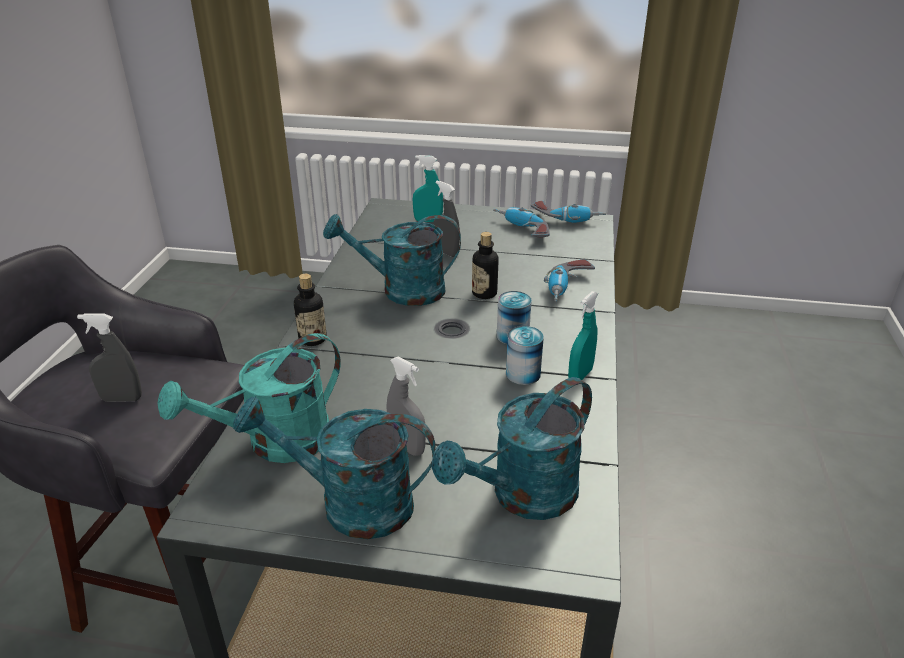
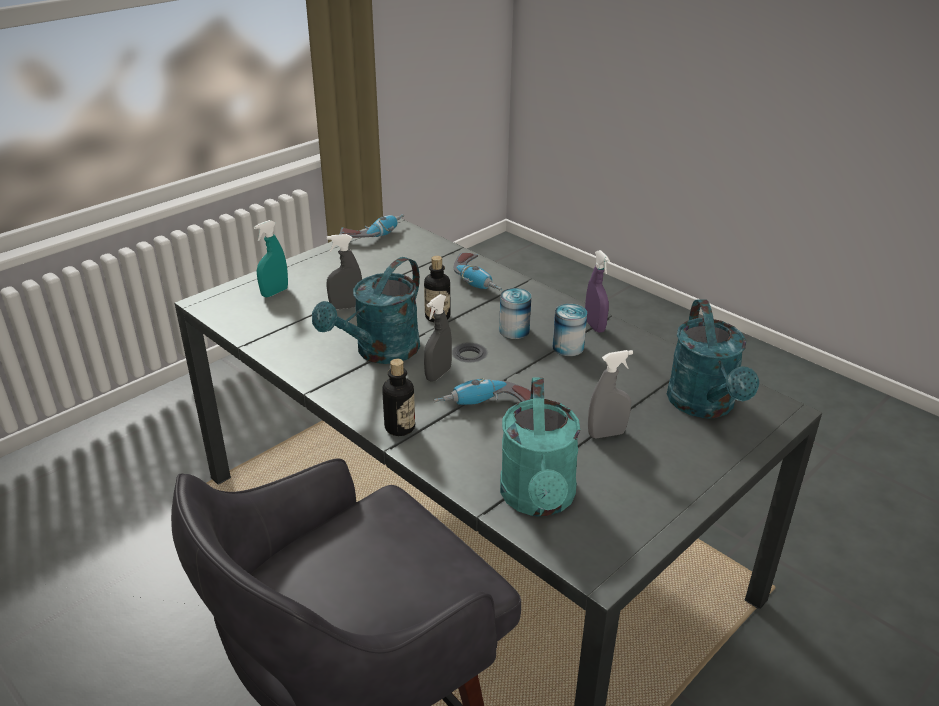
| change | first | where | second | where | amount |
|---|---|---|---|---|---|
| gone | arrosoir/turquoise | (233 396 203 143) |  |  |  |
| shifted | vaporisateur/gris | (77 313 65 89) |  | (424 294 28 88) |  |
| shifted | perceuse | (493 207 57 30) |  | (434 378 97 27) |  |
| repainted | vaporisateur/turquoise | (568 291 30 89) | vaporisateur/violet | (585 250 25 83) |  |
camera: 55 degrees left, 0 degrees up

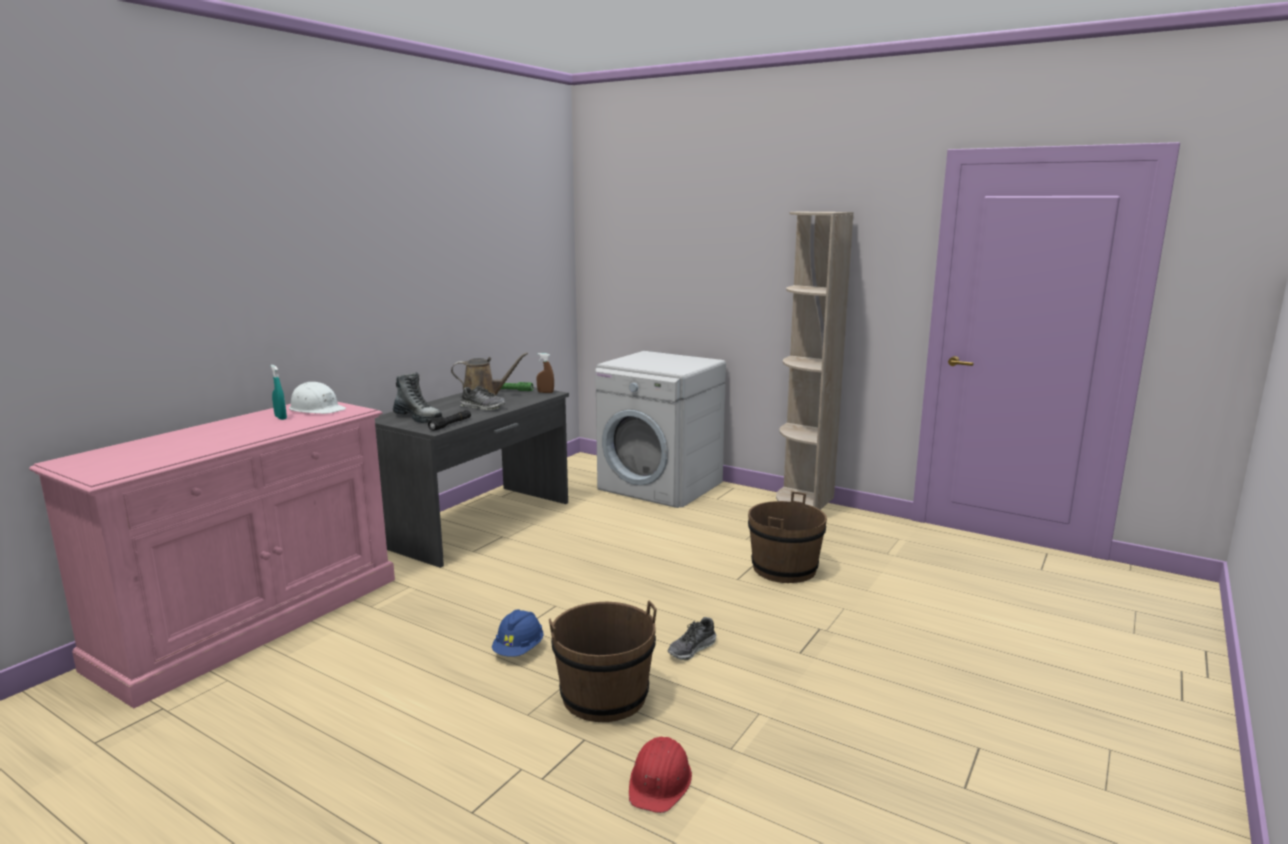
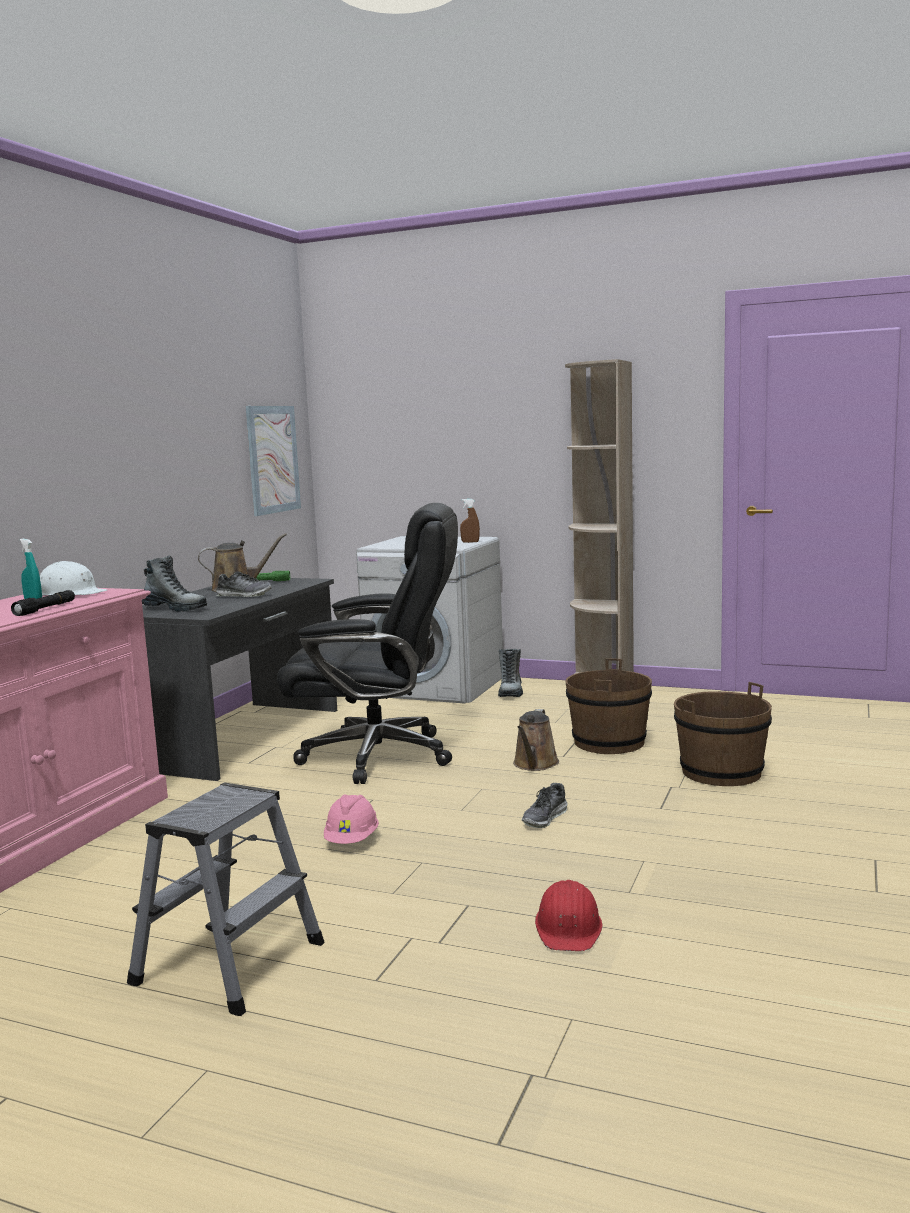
| change | first | where | second | where | amount |
|---|---|---|---|---|---|
| new |  |  | escabeau/gris | (127 782 197 234) |  |
| new |  |  | tableau | (246 406 55 110) |  |
| new |  |  | chaise de bureau/noir | (277 503 181 281) |  |
| new |  |  | botte | (498 649 25 48) |  |
| new |  |  | arrosoir/marron | (513 709 46 62) |  |
| shifted | lampe de poche/noir | (428 410 43 21) |  | (11 590 64 26) |  |
| shifted | vaporisateur/marron | (536 353 18 40) |  | (460 499 20 44) |  |
| shifted | seau/marron | (549 600 108 122) |  | (674 682 98 104) |  |
| repainted | casque de chantier/bleu | (492 609 52 48) | casque de chantier/rose | (324 794 55 50) |  |
camera: 10 degrees left, 5 degrees down

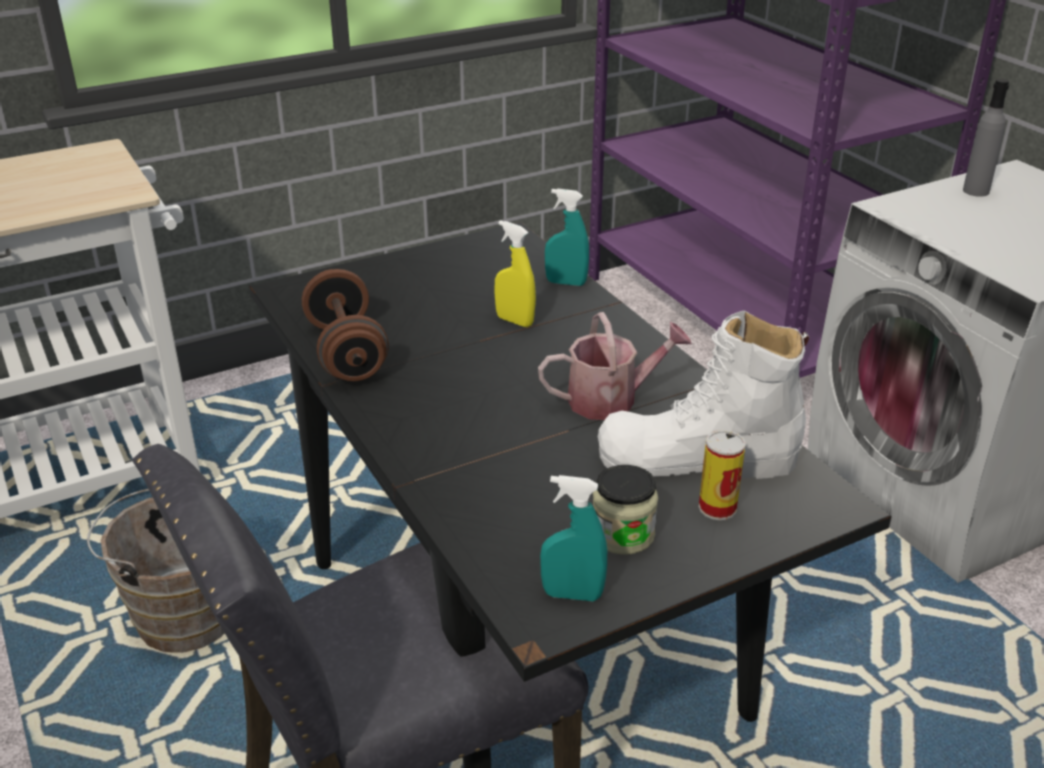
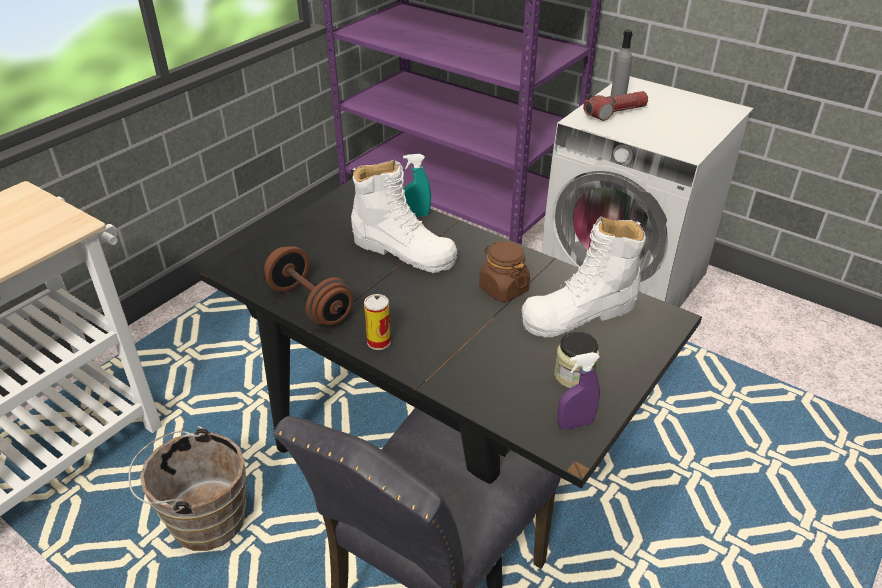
| change | first | where | second | where | amount |
|---|---|---|---|---|---|
| new |  |  | lampe de poche | (583 91 65 30) |  |
| shifted | boîte métallique | (699 430 47 90) |  | (364 294 27 56) |  |
| swapped | vaporisateur/jaune | (494 220 42 107) | botte/blanc | (351 160 106 113) |  |
| swapped | arrosoir | (538 312 154 108) | bocal/marron | (479 241 51 61) |  |
| repainted | vaporisateur/turquoise | (540 475 67 126) | vaporisateur/violet | (557 352 43 78) |  |
camera: 25 degrees left, 5 degrees up

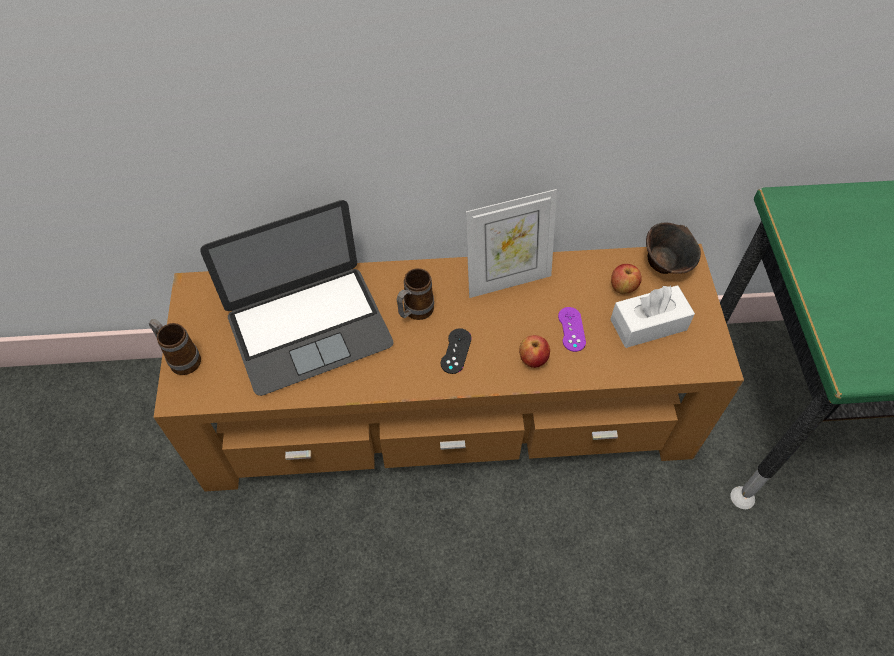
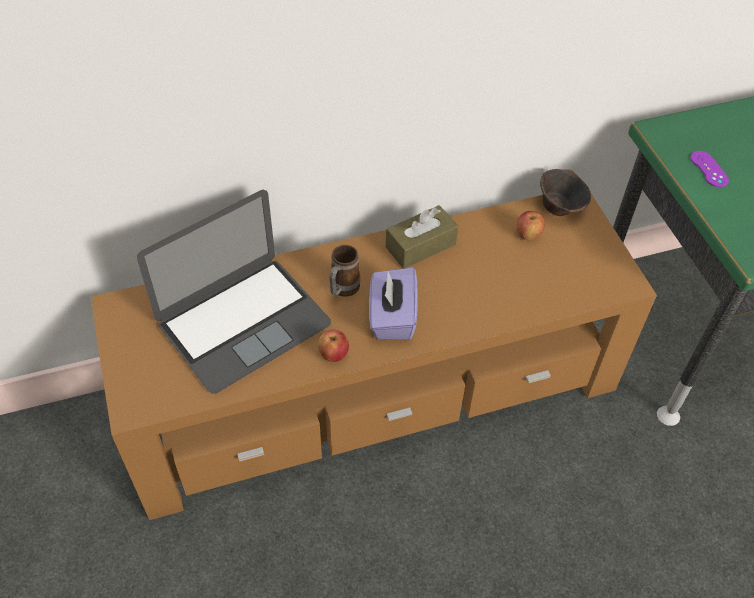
| change | first | where | second | where | amount |
|---|---|---|---|---|---|
| gone | mug | (149 319 52 56) |  |  |  |
| gone | boîte à mouchoirs/blanc | (610 285 85 63) |  |  |  |
| shifted | pomme | (519 335 31 33) |  | (318 330 31 32) |  |
| shifted | manette/violet | (558 307 28 45) |  | (690 151 39 36) |  |
| swapped | manette/noir | (441 328 31 46) | boîte à mouchoirs/violet | (369 267 49 73) |  |
| swapped | cadre photo | (466 189 91 109) | boîte à mouchoirs/marron | (386 205 72 64) |  |
camera: 15 degrees left, 5 degrees down

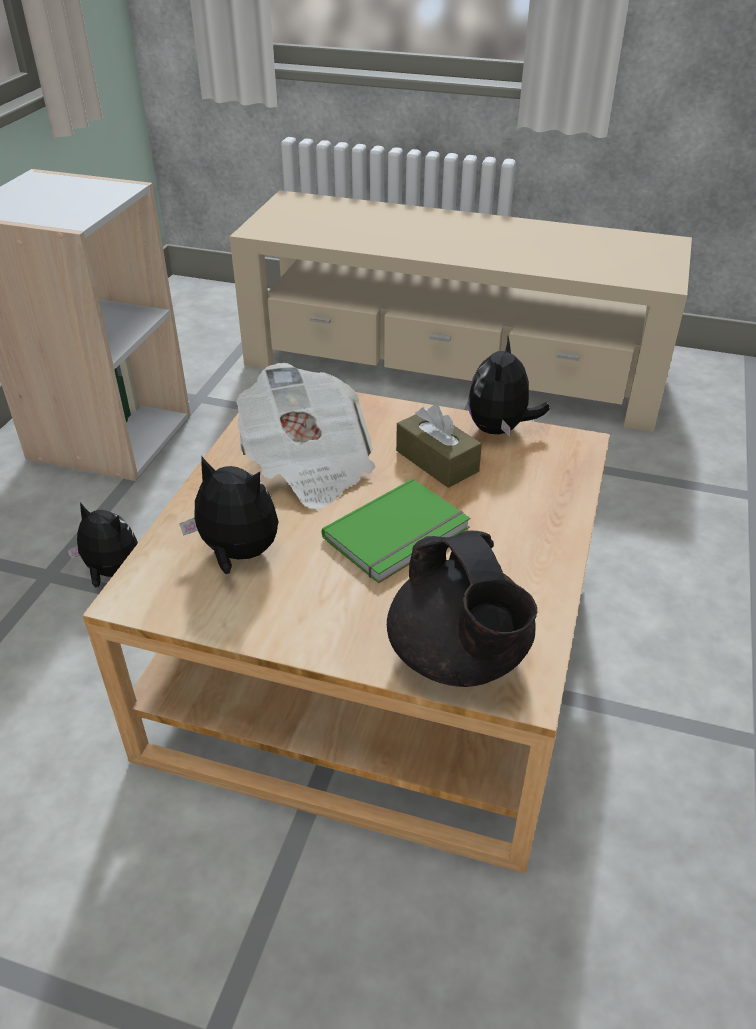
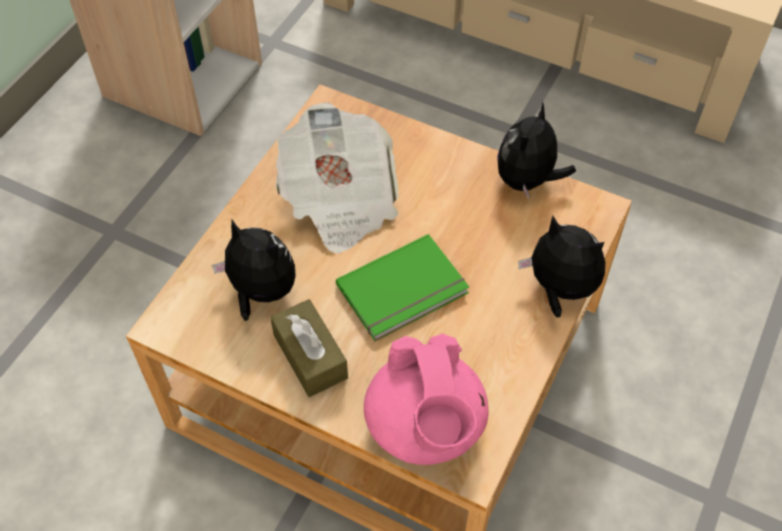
| change | first | where | second | where | amount |
|---|---|---|---|---|---|
| shifted | peluche | (67 502 71 86) |  | (518 216 87 102) |  |
| shifted | boîte à mouchoirs/marron | (396 404 86 84) |  | (270 299 78 98) |  |
| repainted | théière/noir | (387 530 150 157) | théière/rose | (364 333 125 132) |  |
camera: 10 degrees right, 15 degrees up

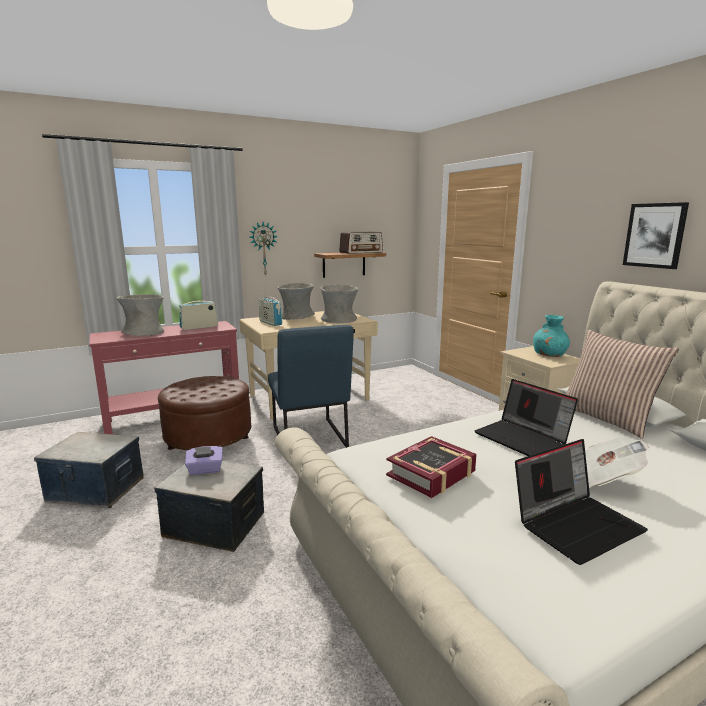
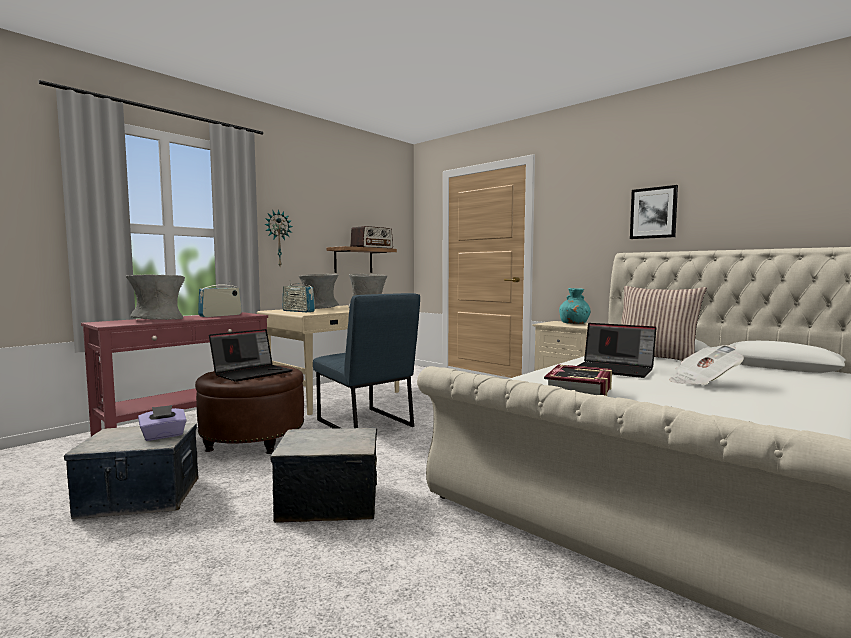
| change | first | where | second | where | amount |
|---|---|---|---|---|---|
| shifted | boîte à mouchoirs/violet | (185 446 38 29) |  | (138 405 49 36) |  |
| shifted | ordinateur portable | (515 439 133 126) |  | (209 329 83 53) |  |
camera: 20 degrees left, 10 degrees down

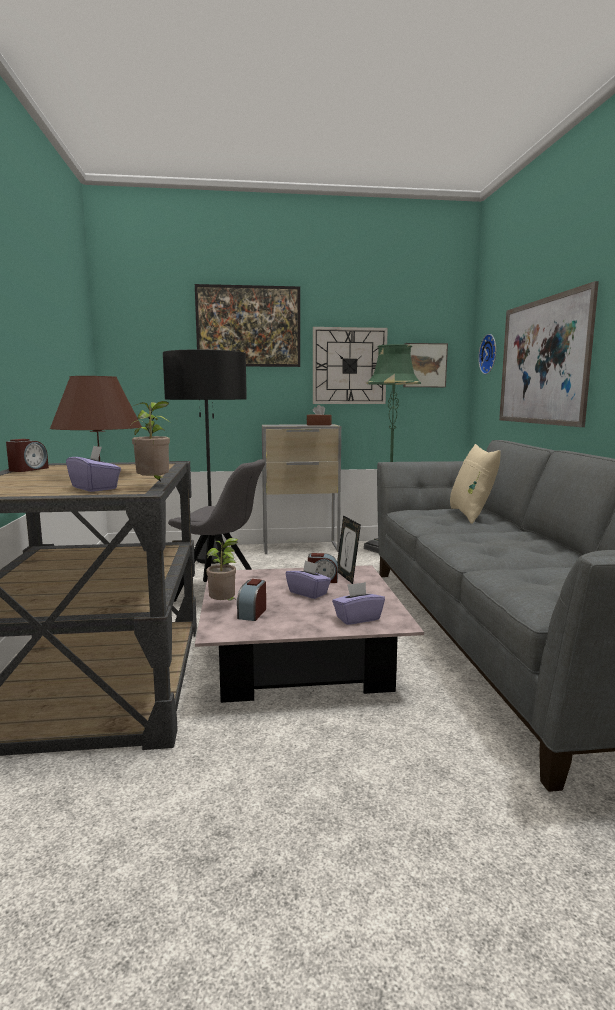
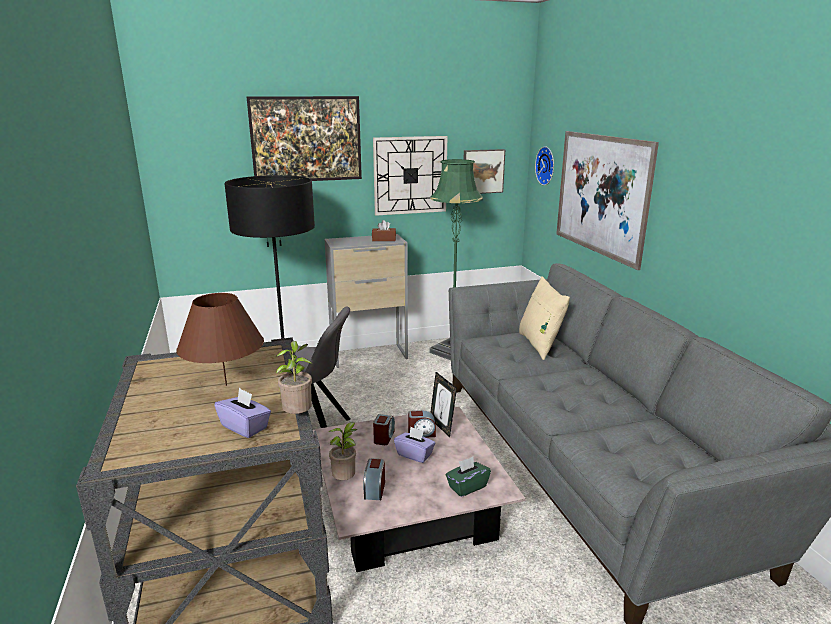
| change | first | where | second | where | amount |
|---|---|---|---|---|---|
| shifted | réveil | (6 439 43 33) |  | (373 414 22 31) |  |
| repainted | boîte à mouchoirs/violet | (332 582 53 43) | boîte à mouchoirs/vert | (446 457 45 40) |  |
camera: 10 degrees left, 10 degrees up

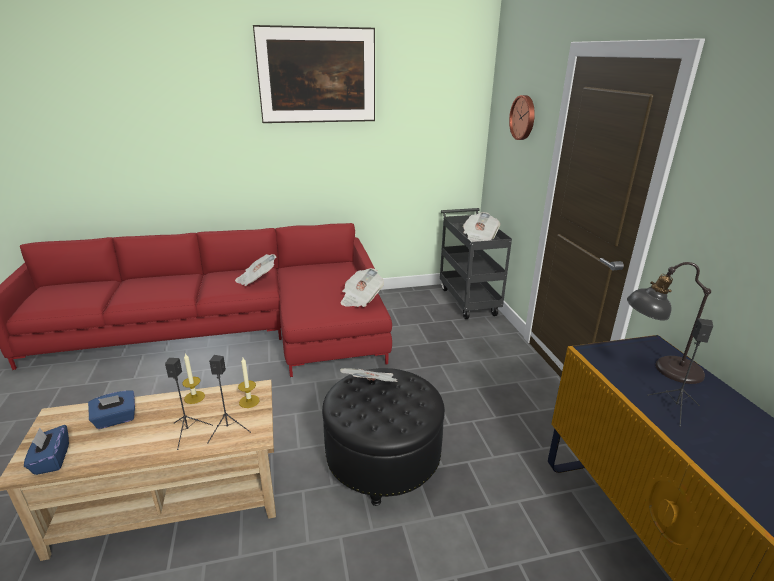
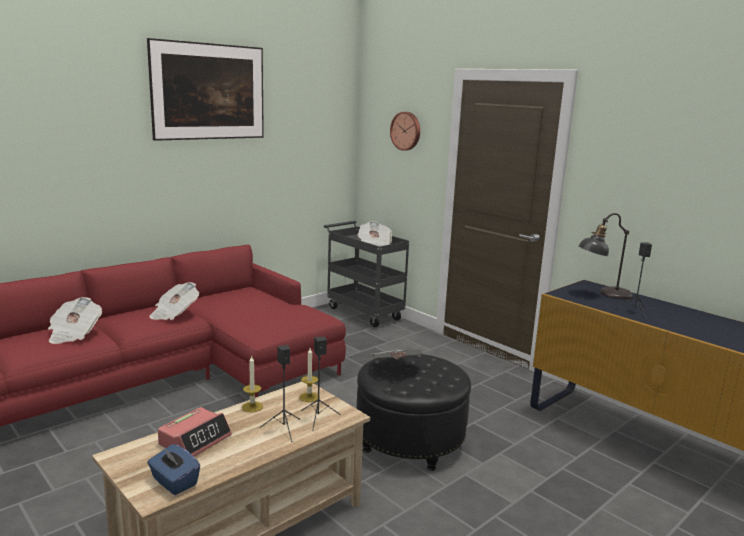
| change | first | where | second | where | amount |
|---|---|---|---|---|---|
| shifted | journal | (341 268 43 39) |  | (48 297 54 47) |  |
| swapped | boîte à mouchoirs/bleu | (88 391 47 38) | réveil | (158 407 74 49) |  |
camera: 30 degrees left, 10 degrees down

